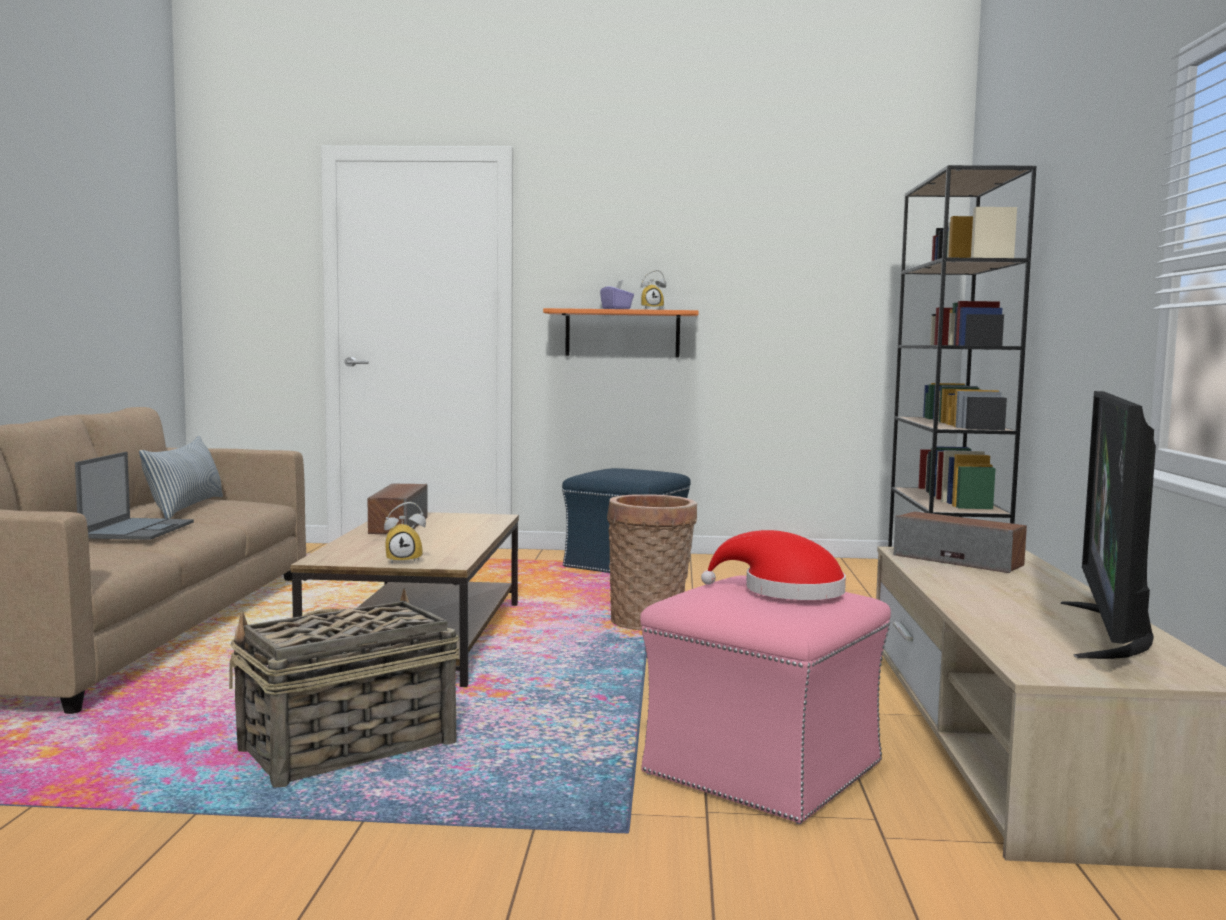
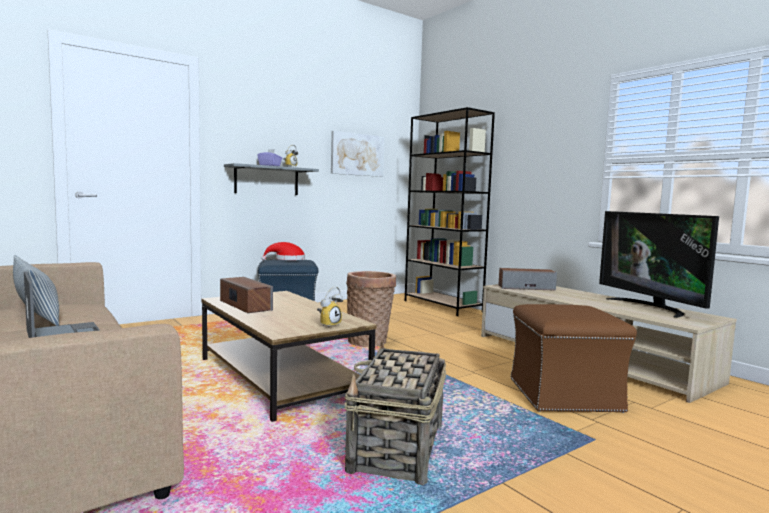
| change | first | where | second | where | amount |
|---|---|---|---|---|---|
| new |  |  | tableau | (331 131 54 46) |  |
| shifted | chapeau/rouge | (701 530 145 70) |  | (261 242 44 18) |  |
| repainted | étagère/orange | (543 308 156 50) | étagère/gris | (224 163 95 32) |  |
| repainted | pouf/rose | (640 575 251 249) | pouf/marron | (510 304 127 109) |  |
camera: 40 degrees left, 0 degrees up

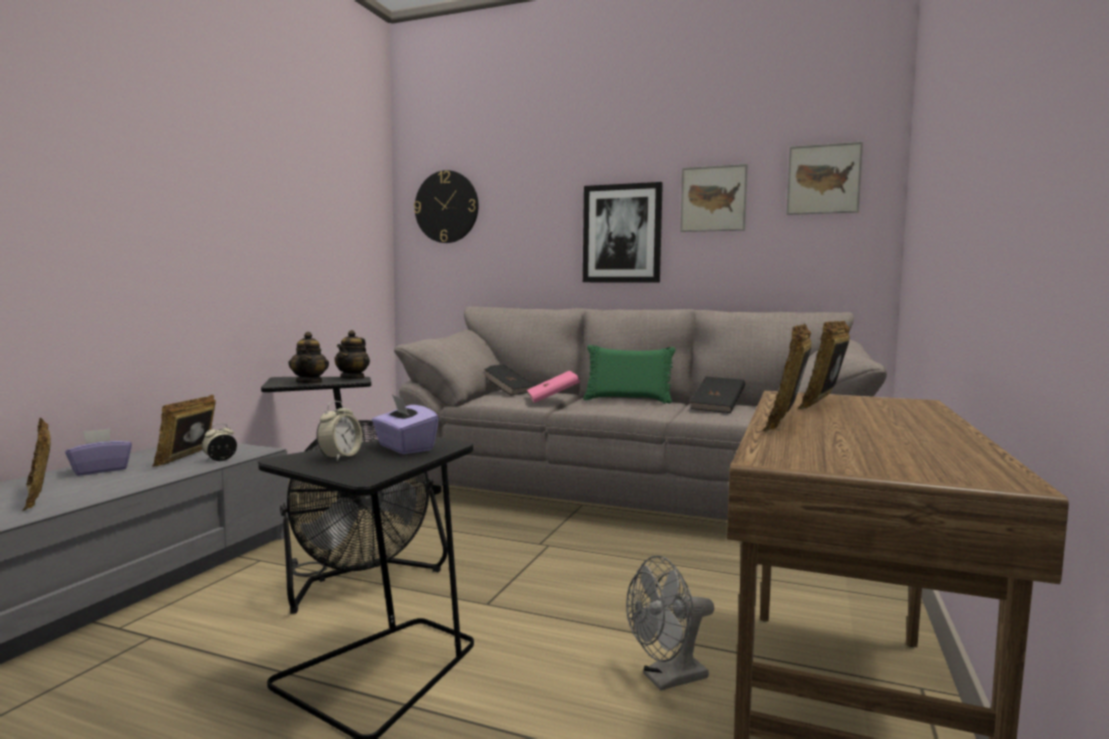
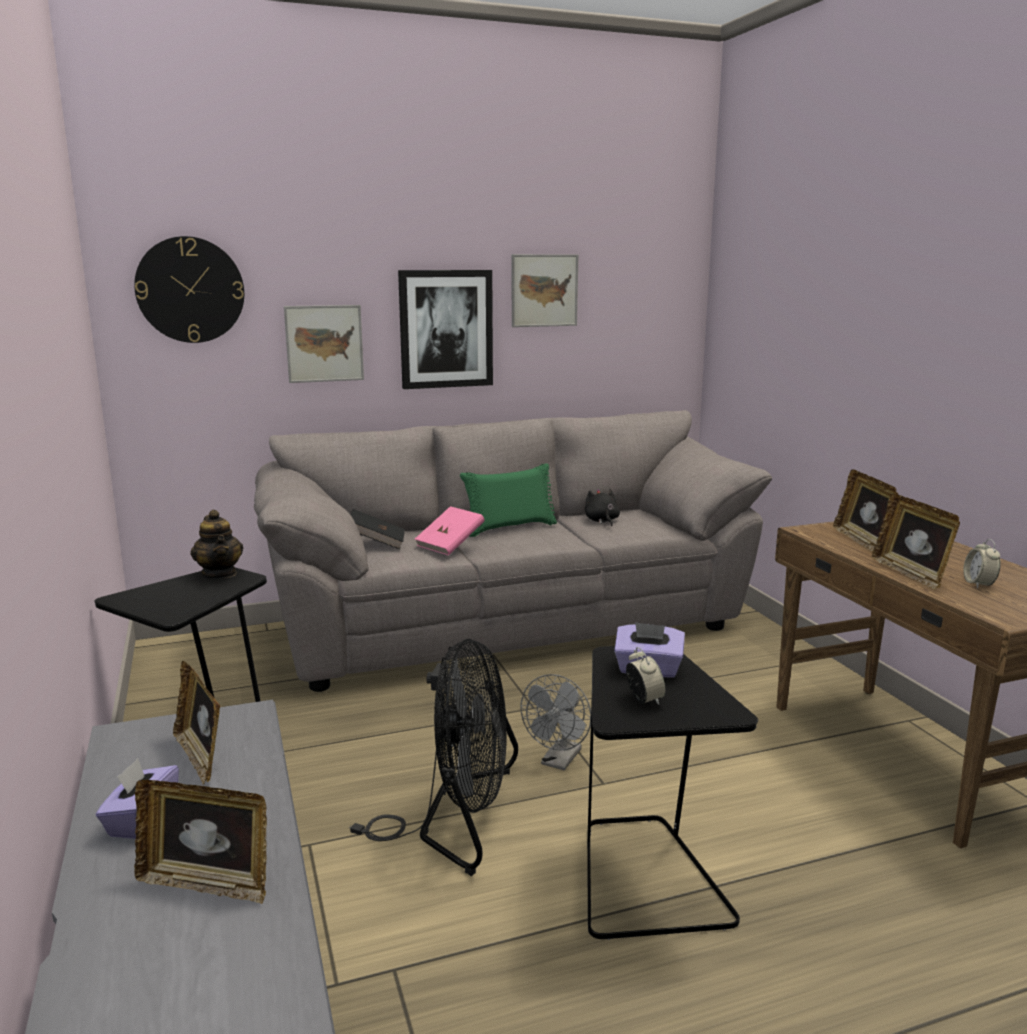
| change | first | where | second | where | amount |
|---|---|---|---|---|---|
| gone | théière | (288 332 41 52) |  |  |  |
| shifted | réveil | (202 423 35 38) |  | (963 539 38 49) |  |
| shifted | ventilateur/gris | (626 555 88 136) |  | (521 674 70 96) |  |
| shifted | tableau | (786 142 77 73) |  | (284 305 80 78) |  |
| swapped | livre/noir | (690 377 55 36) | peluche/noir | (585 489 35 37) |  |
camera: 40 degrees left, 10 degrees up

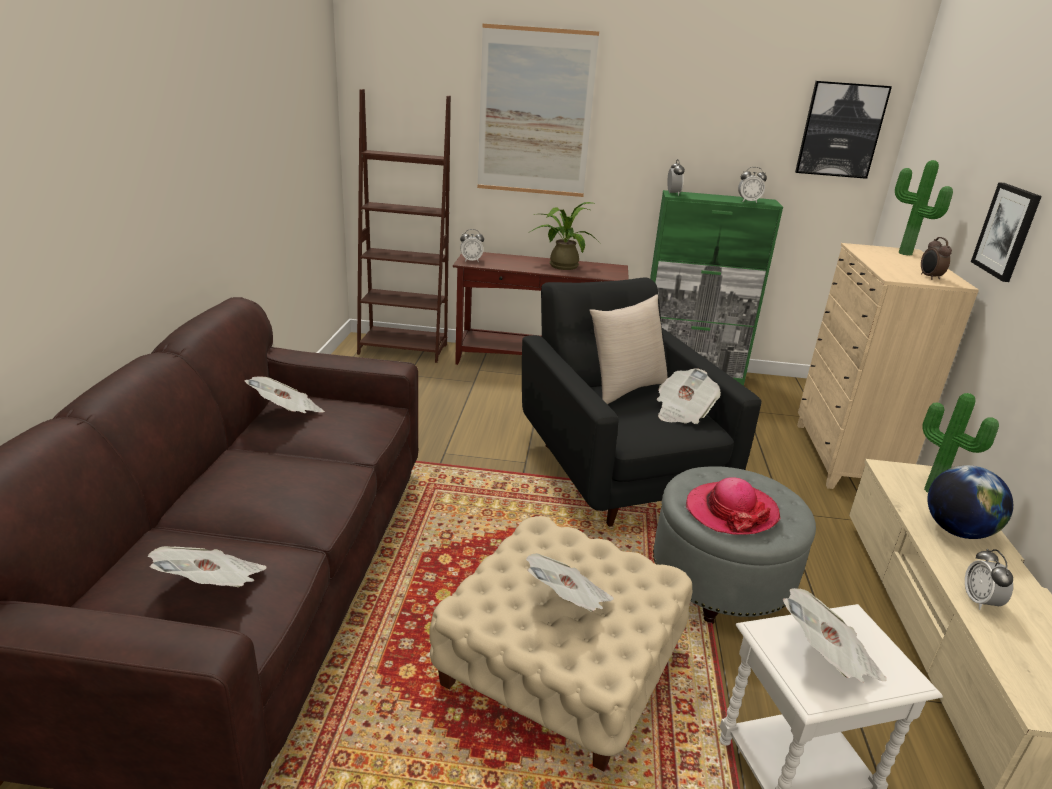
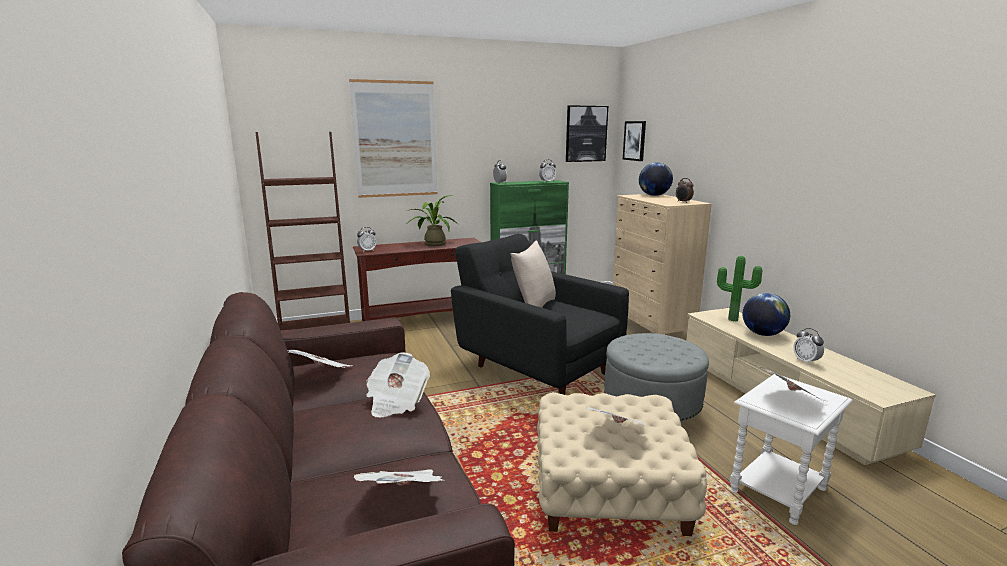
| change | first | where | second | where | amount |
|---|---|---|---|---|---|
| gone | chapeau | (686 477 95 58) |  |  |  |
| shifted | journal | (657 368 64 56) |  | (366 352 64 65) |  |
| shifted | tableau | (971 182 71 100) |  | (623 121 23 40) |  |
| swapped | plante en pot | (895 160 58 96) | globe | (639 162 34 34) |  |
camera: 25 degrees left, 10 degrees down

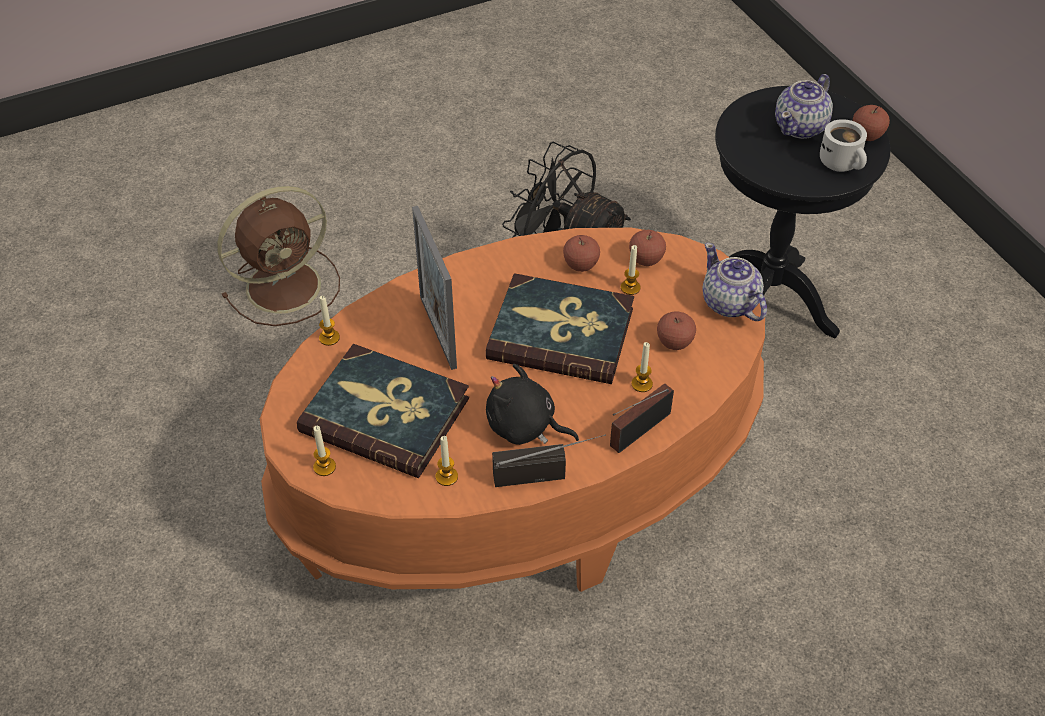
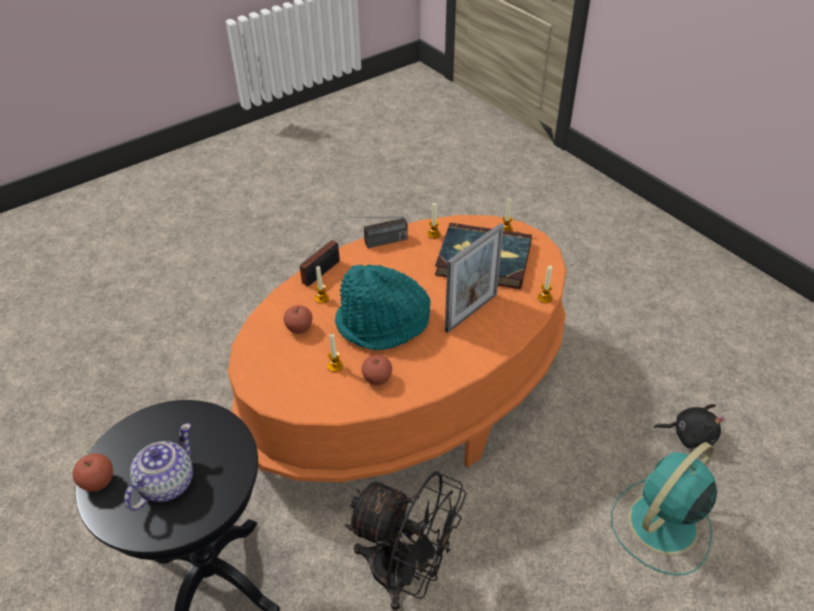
| change | first | where | second | where | amount |
|---|---|---|---|---|---|
| gone | pomme | (629 230 37 36) |  |  |  |
| gone | théière | (703 243 64 78) |  |  |  |
| gone | mug/blanc | (820 119 47 53) |  |  |  |
| shifted | peluche/noir | (486 364 93 81) |  | (654 404 71 45) |  |
| swapped | livre | (486 273 148 111) | chapeau/turquoise | (335 264 95 86) |  |
| repainted | ventilateur/marron | (217 186 123 140) | ventilateur/turquoise | (611 442 106 133) |  |
| rotated | cadre photo | (412 206 45 164) |  | (445 223 59 110) | 75 degrees clockwise |
camera: 170 degrees right, 5 degrees down

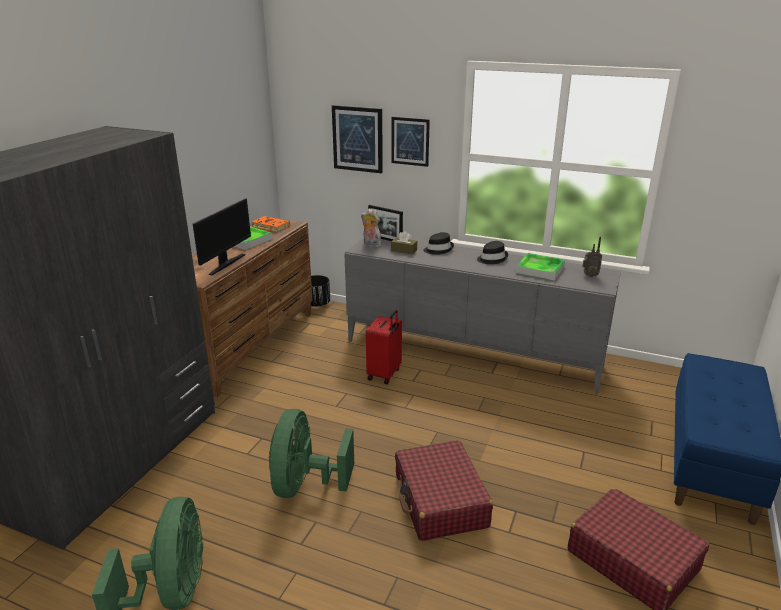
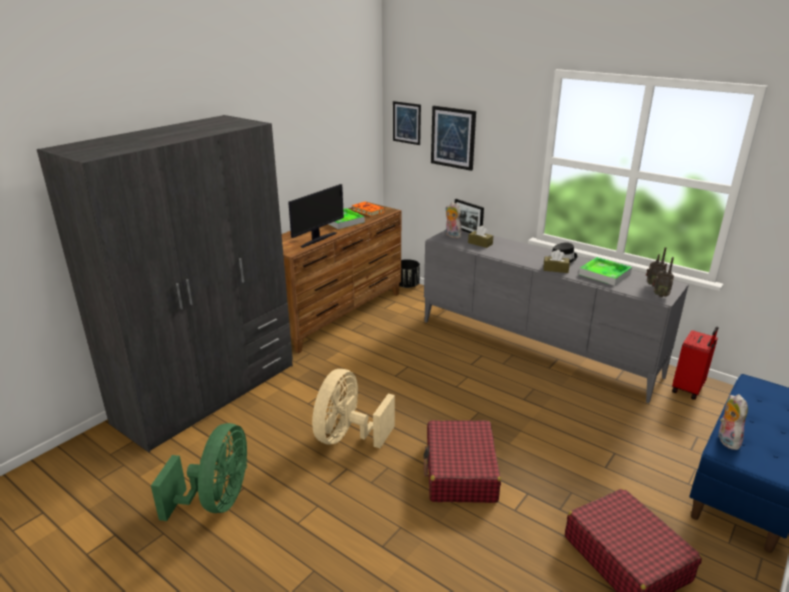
| change | first | where | second | where | amount |
|---|---|---|---|---|---|
| gone | chapeau/noir | (423 232 31 23) |  |  |  |
| new |  |  | boîte à mouchoirs/marron | (543 250 27 23) |  |
| new |  |  | radio | (652 257 22 40) |  |
| new |  |  | peluche | (719 394 29 56) |  |
| shifted | valise/rouge | (366 309 36 75) |  | (672 326 47 74) |  |
| shifted | tableau | (392 117 38 50) |  | (393 101 28 44) |  |
| repainted | ventilateur/vert | (269 409 85 89) | ventilateur/beige | (312 369 83 79) |  |
camera: 15 degrees right, 0 degrees up

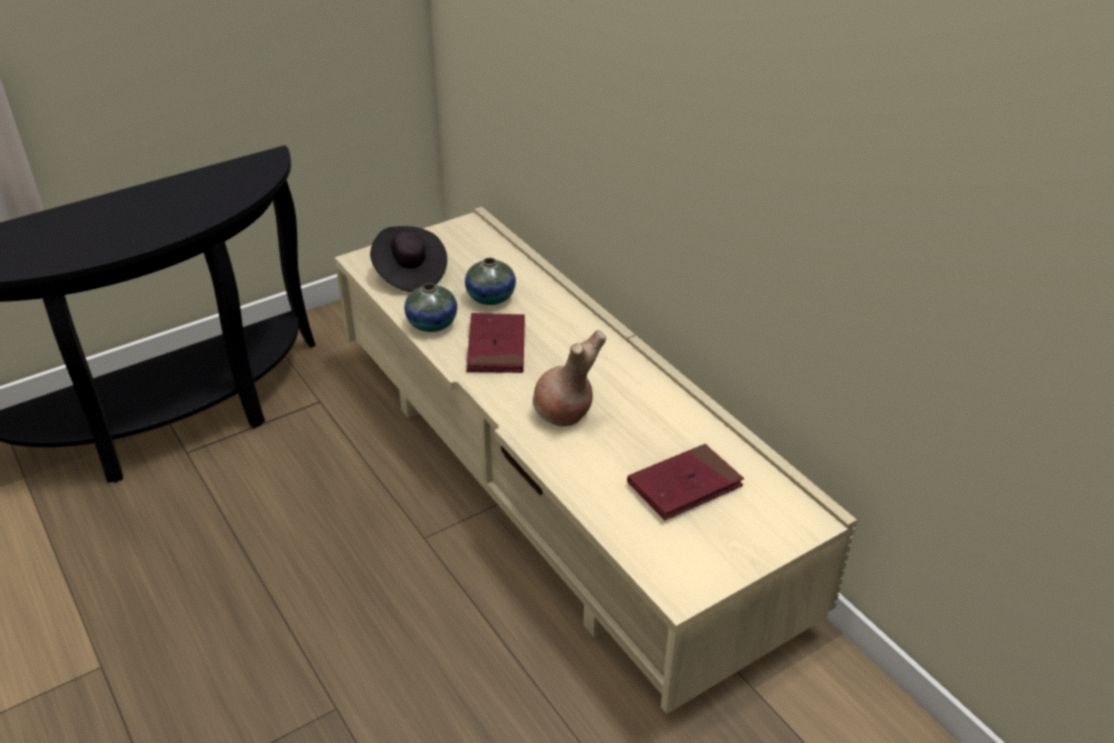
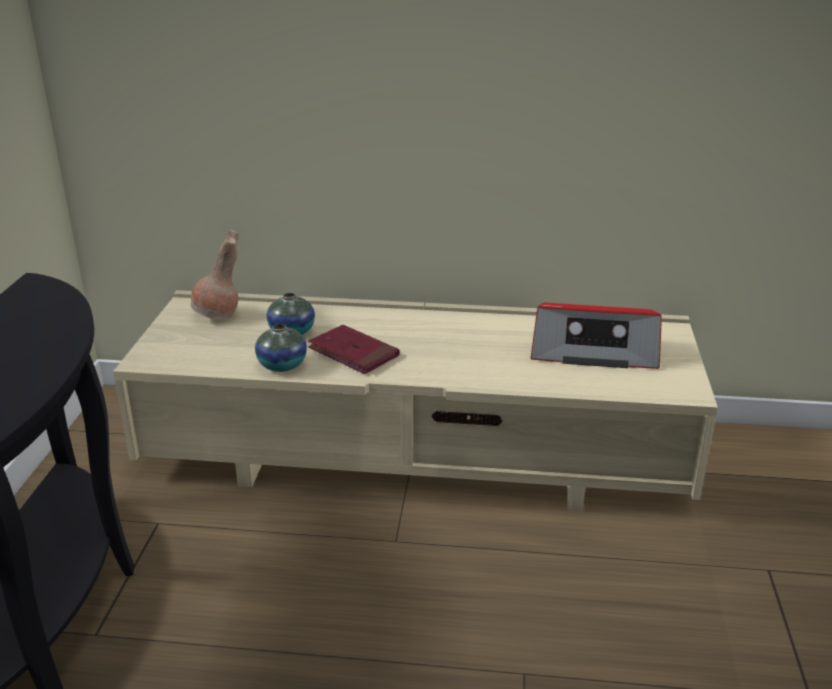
| change | first | where | second | where | amount |
|---|---|---|---|---|---|
| gone | chapeau/noir | (370 226 77 66) |  |  |  |
| shifted | vase/marron | (533 330 73 96) |  | (191 230 48 89) |  |
| swapped | livre/rouge | (627 444 117 76) | radio | (531 303 131 66) |  |
camera: 50 degrees left, 10 degrees down

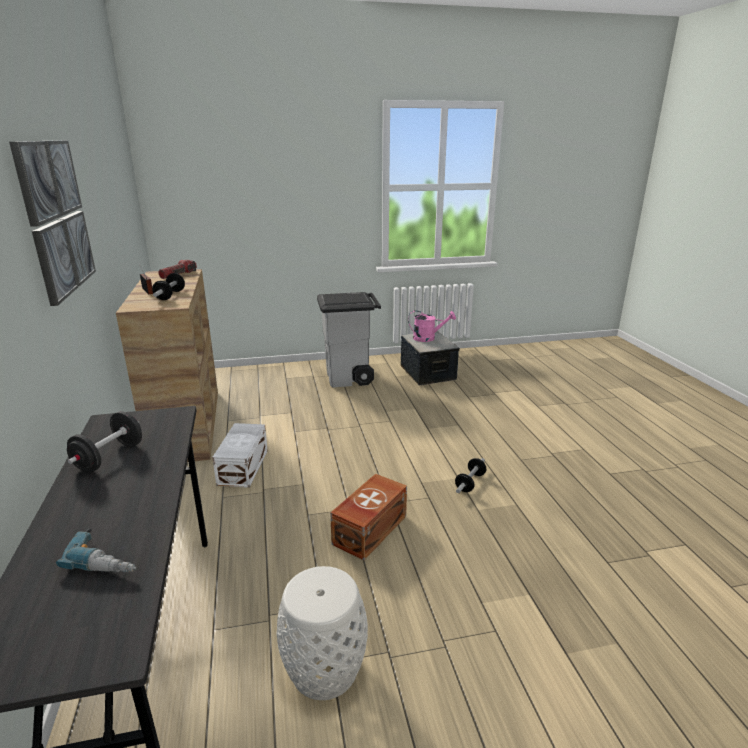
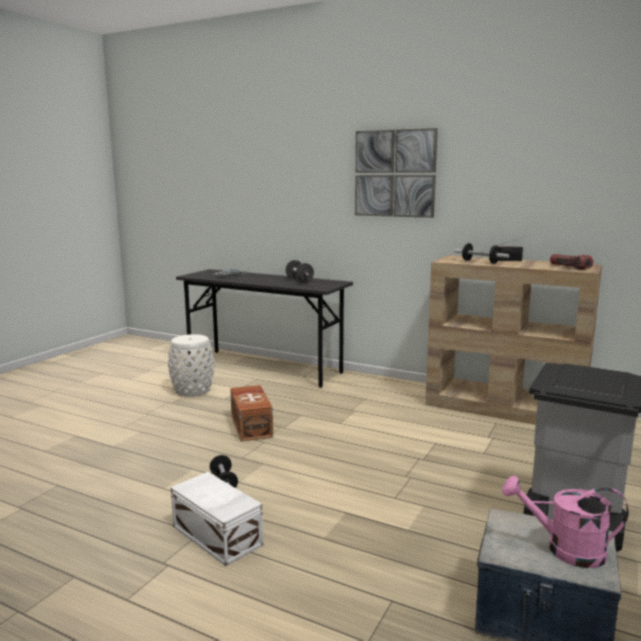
| change | first | where | second | where | amount |
|---|---|---|---|---|---|
| shifted | boîte de rangement/blanc | (212 423 56 65) |  | (171 472 92 94) |  |
| rotated | arrosoir/rose | (408 311 48 31) |  | (502 476 127 92) | 60 degrees clockwise |
camera: 130 degrees right, 10 degrees down

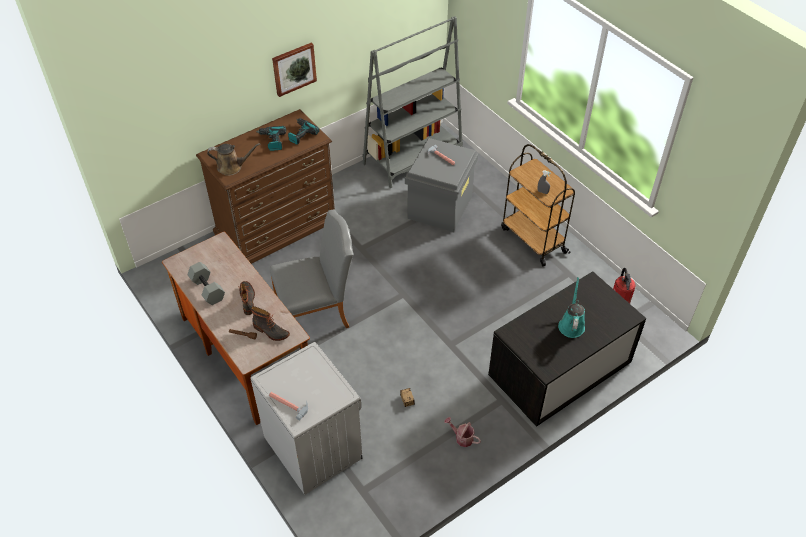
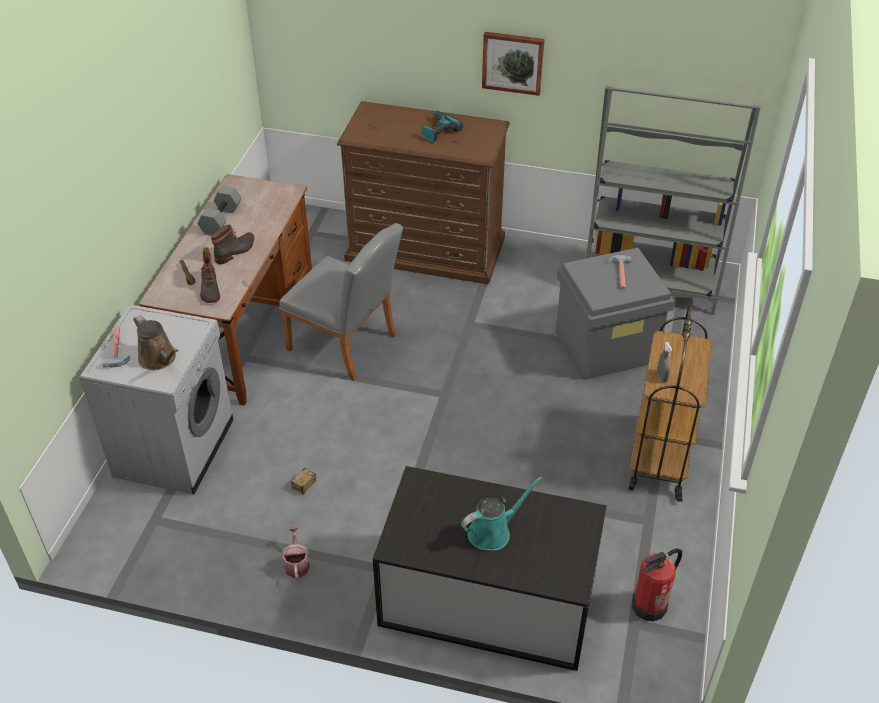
| change | first | where | second | where | amount |
|---|---|---|---|---|---|
| gone | perceuse | (288 118 32 27) |  |  |  |
| shifted | arrosoir/marron | (207 143 53 33) |  | (133 315 45 55) |  |
camera: 50 degrees right, 5 degrees down

